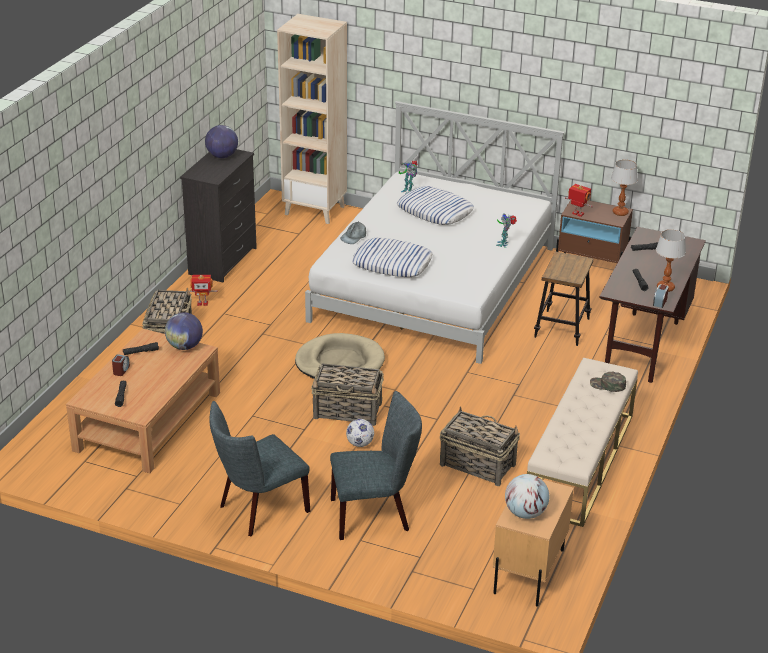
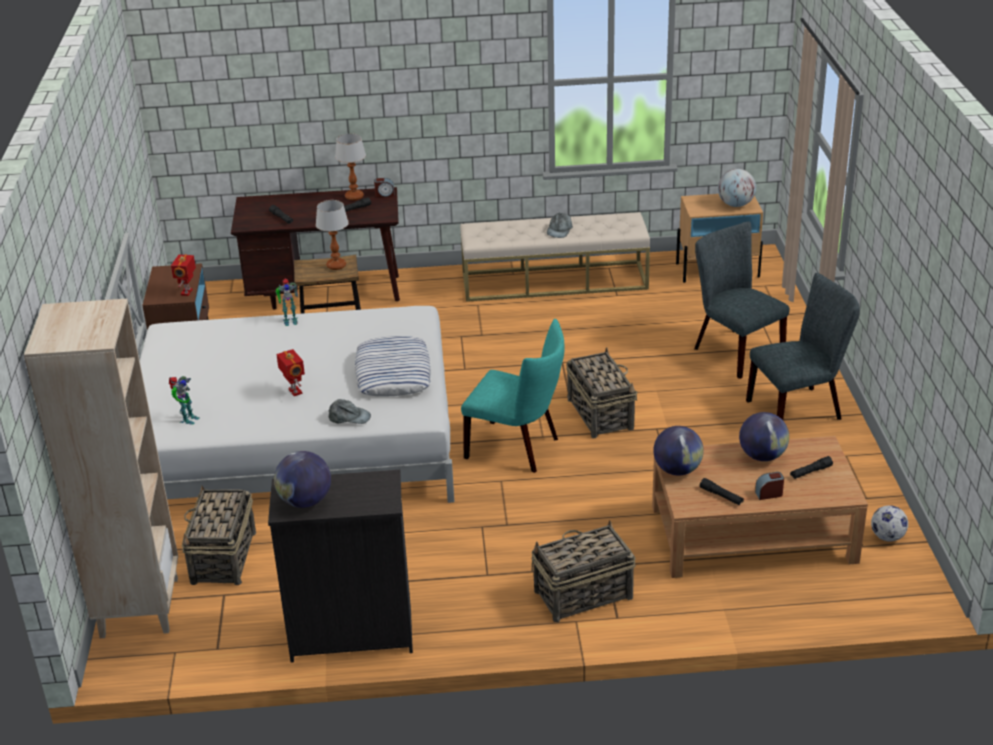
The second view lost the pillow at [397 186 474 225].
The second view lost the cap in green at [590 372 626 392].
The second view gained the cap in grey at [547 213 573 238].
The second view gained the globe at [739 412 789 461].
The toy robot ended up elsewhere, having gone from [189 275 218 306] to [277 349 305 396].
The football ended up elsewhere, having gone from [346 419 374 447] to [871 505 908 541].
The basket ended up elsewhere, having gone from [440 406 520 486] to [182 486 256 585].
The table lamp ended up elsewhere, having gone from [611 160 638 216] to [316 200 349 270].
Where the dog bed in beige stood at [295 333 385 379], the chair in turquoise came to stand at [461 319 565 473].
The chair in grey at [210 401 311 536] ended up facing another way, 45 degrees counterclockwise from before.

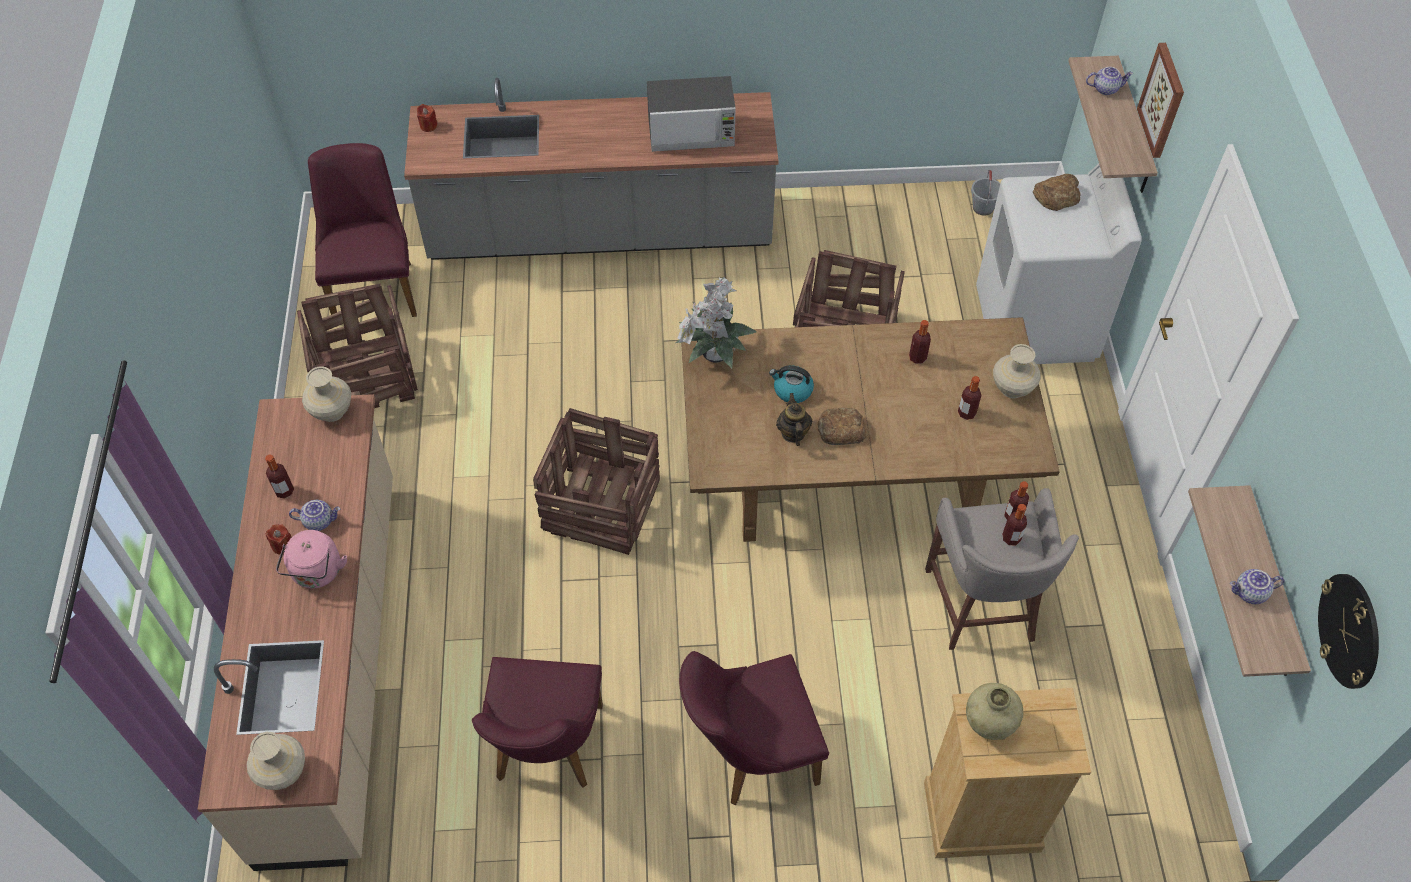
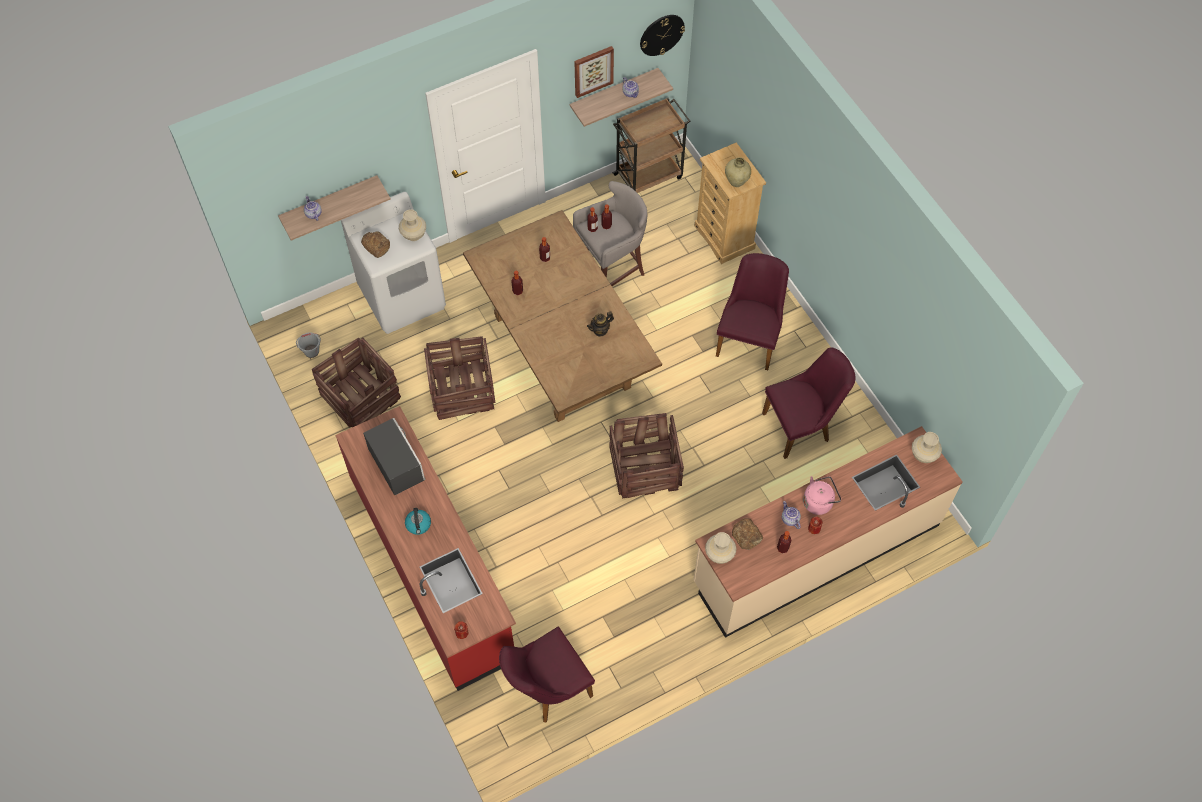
The second view lost the potted plant at [676 277 757 368].
The second view gained the cart in brown at [612 98 690 193].
The crate ended up elsewhere, having gone from [297 283 418 408] to [312 338 401 428].
The kettle ended up elsewhere, having gone from [769 365 814 403] to [405 508 431 535].
The bread ended up elsewhere, having gone from [818 408 868 445] to [732 518 763 550].
The vase in beige ended up elsewhere, having gone from [993 344 1041 398] to [399 209 426 241].
The picture ended up elsewhere, having gone from [1137 43 1184 158] to [574 46 614 98].
What was the counter in grey at [404 78 779 260] turned into the counter in red at [335 406 516 691].
The chair in purple at [679 651 829 805] ended up facing another way, 120 degrees counterclockwise from before.

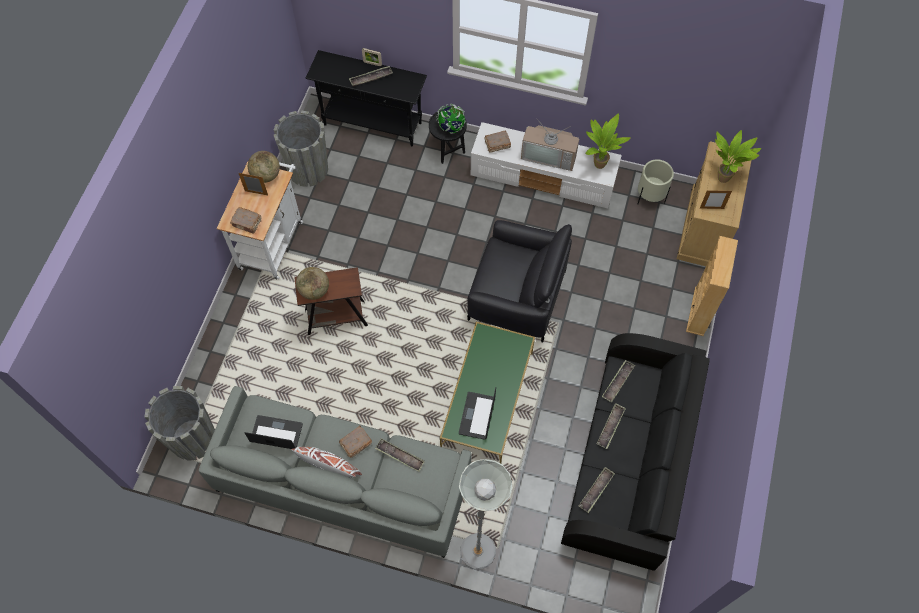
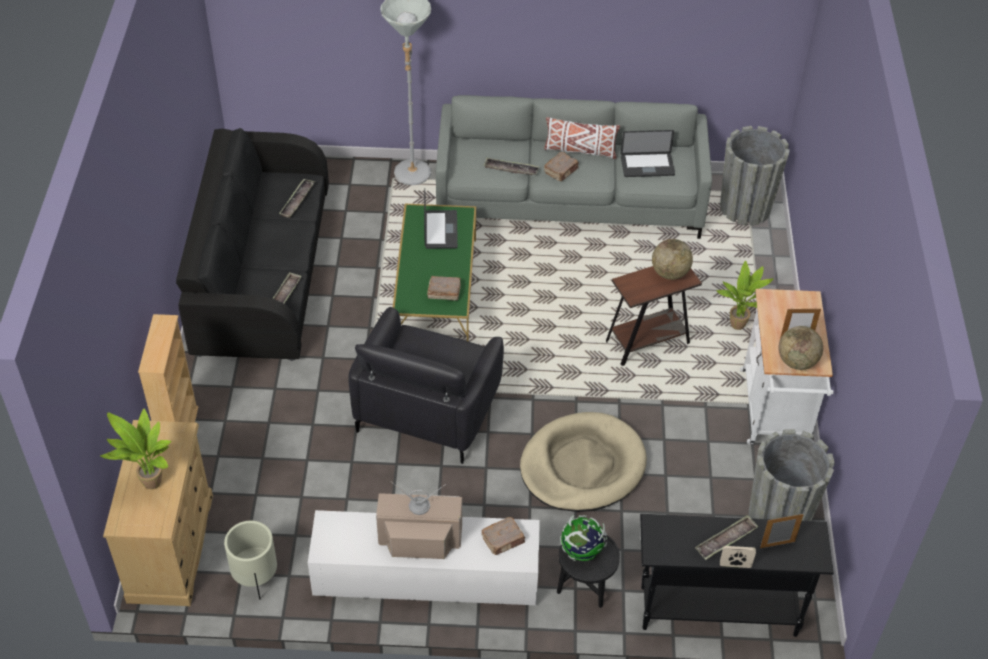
The second view lost the tray at [597 403 626 449].
The second view gained the dog bed in beige at [520 412 647 512].
The book in brown ended up elsewhere, having gone from [230 207 261 234] to [427 276 461 301].
The potted plant ended up elsewhere, having gone from [585 114 631 169] to [716 261 774 330].
The picture frame ended up elsewhere, having gone from [700 190 732 209] to [760 514 804 548].
The armchair in black at [467 220 572 343] ended up facing another way, 75 degrees counterclockwise from before.

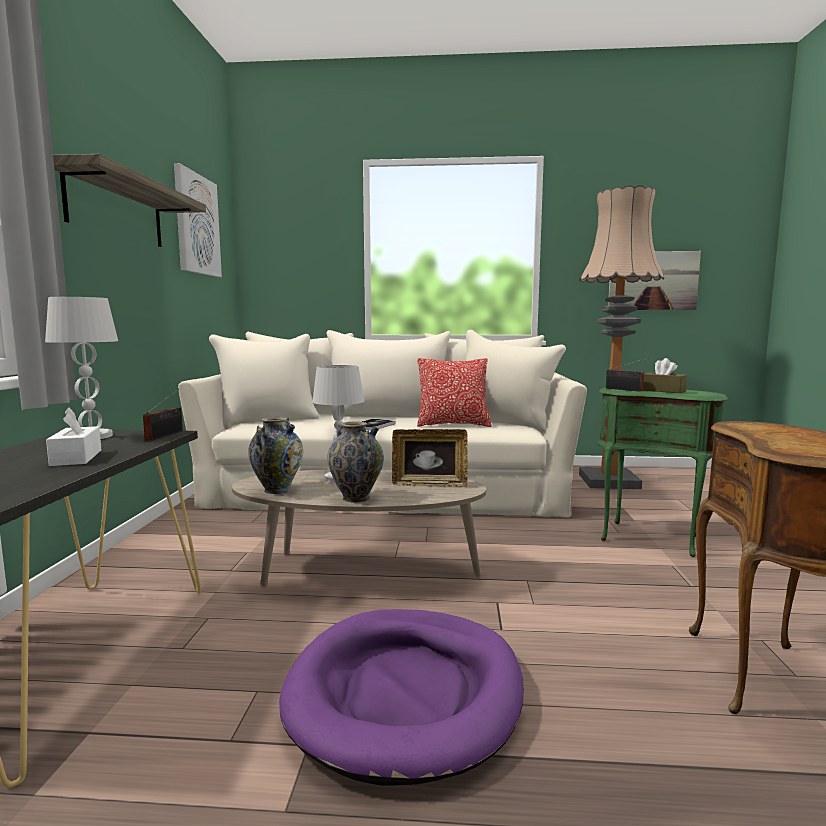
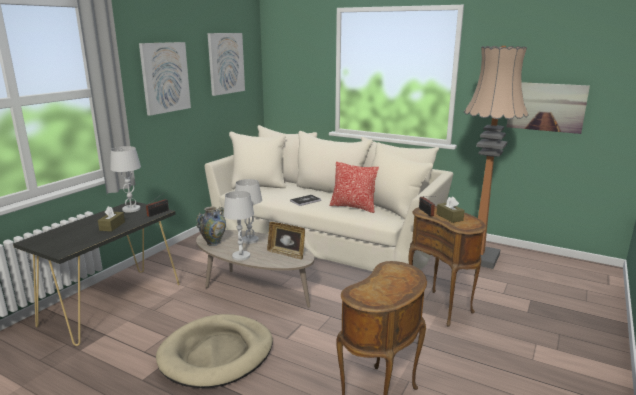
Where the shelf hung at [53 154 206 247], the picture came to hang at [139 42 191 116].
Where the vase stood at [327 421 384 503], the table lamp in white came to stand at [223 191 254 261].
What was the tissue box in white at [46 408 101 466] turned into the tissue box in brown at [98 206 125 232].
What was the dog bed in purple at [279 609 524 786] turned into the dog bed in beige at [156 314 273 388].
What was the side table in green at [597 388 728 557] turned into the side table in brown at [408 206 487 327].

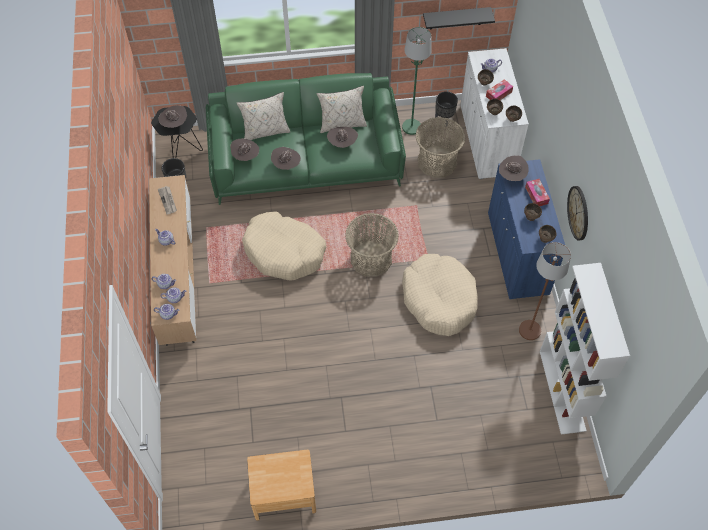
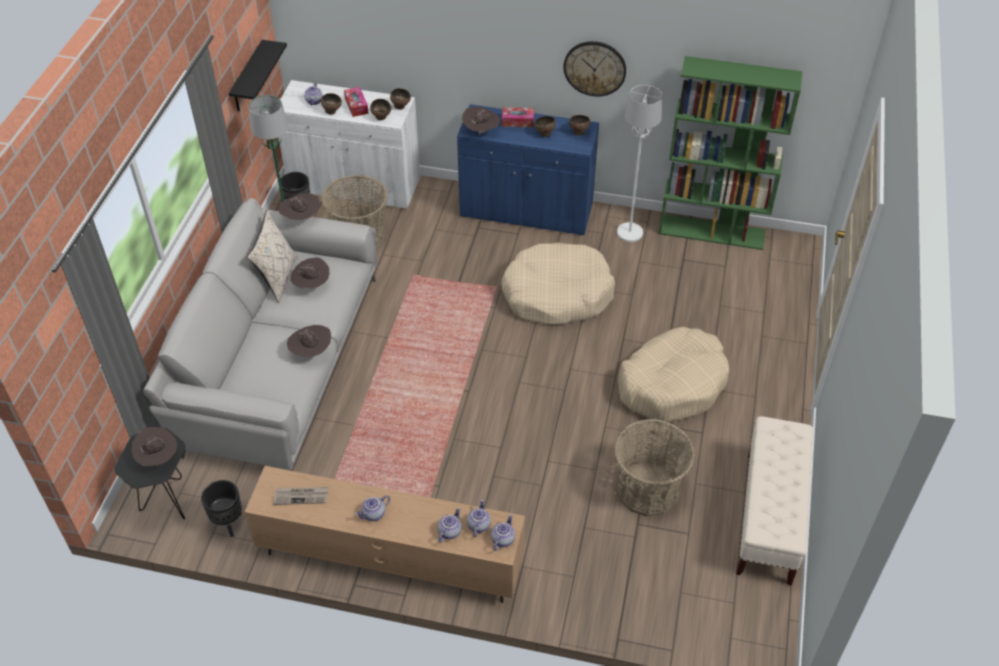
The second view lost the pillow in beige at [237 92 290 140].
The hat in brown ended up elsewhere, having gone from [230 138 259 161] to [279 193 320 220].
The dog bed in beige ended up elsewhere, having gone from [242 212 326 281] to [618 327 729 422].
The basket ended up elsewhere, having gone from [345 213 399 277] to [614 419 695 517].
Where the nightstand in brown stood at [247 450 316 521], the bench in beige came to stand at [736 416 814 585].
What was the sofa in green at [206 73 406 205] turned into the sofa in grey at [143 198 378 471].
What was the floor lamp in brown at [519 242 571 340] turned into the floor lamp in white at [617 84 662 242].
What was the bookcase in white at [540 263 630 435] turned into the bookcase in green at [659 56 802 250].

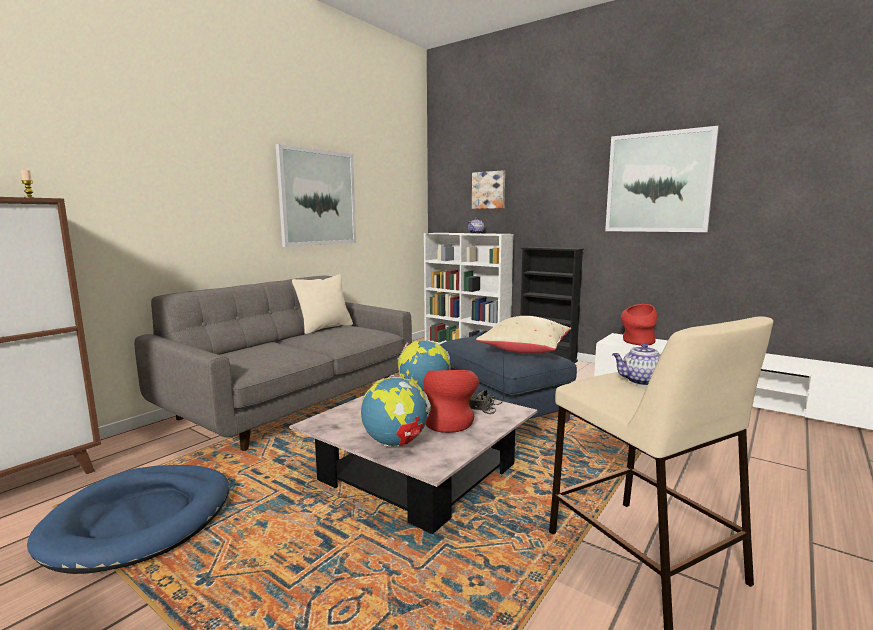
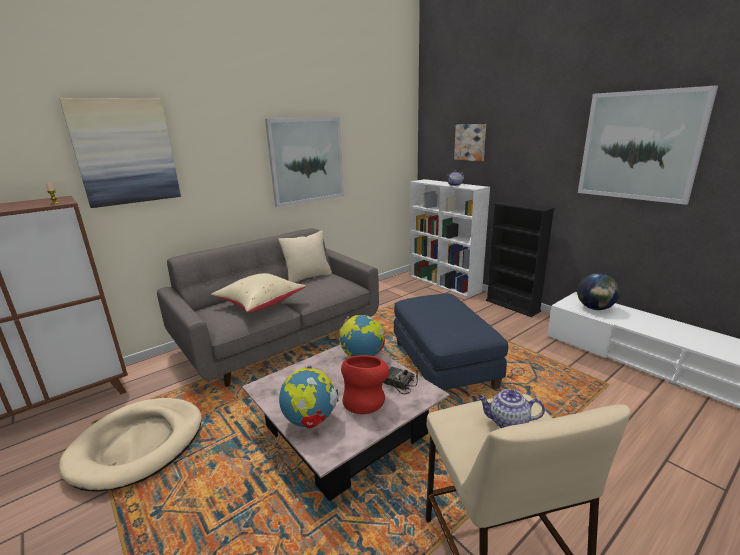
The second view gained the picture at [59 98 181 208].
The pillow in beige ended up elsewhere, having gone from [476 316 571 354] to [211 273 306 313].
Where the vase in red stood at [621 304 657 345], the globe came to stand at [577 273 619 310].
What was the dog bed in blue at [27 465 229 574] turned into the dog bed in beige at [59 398 202 492].

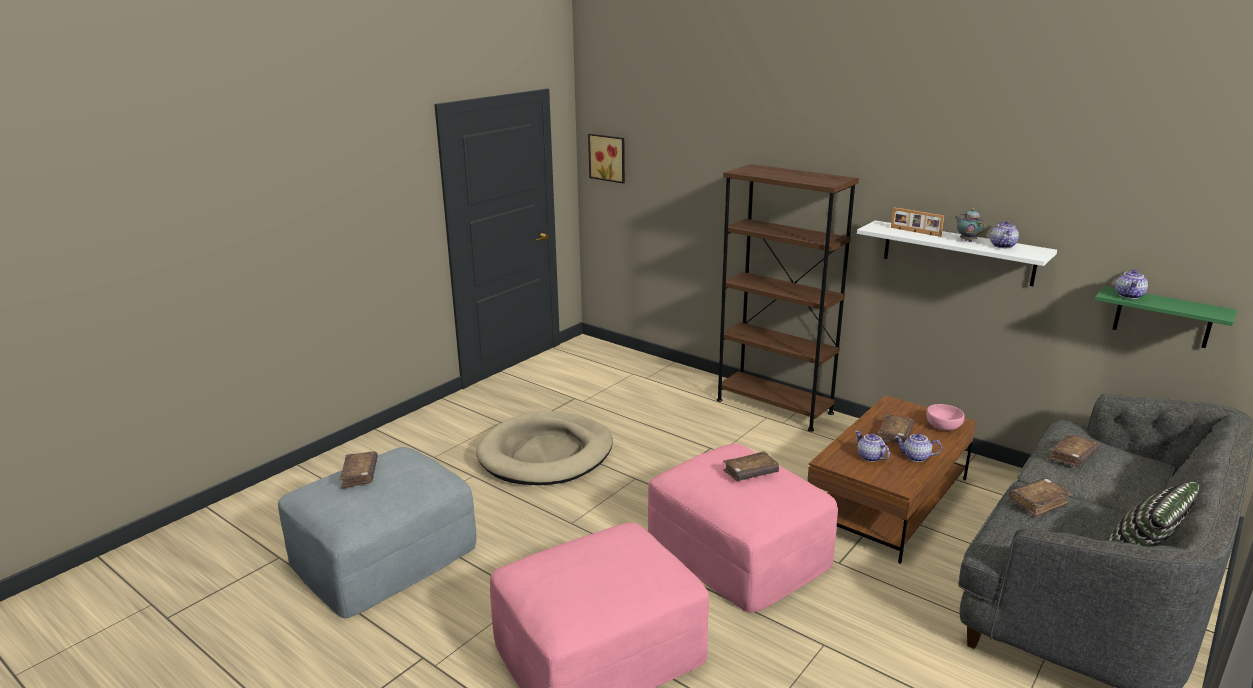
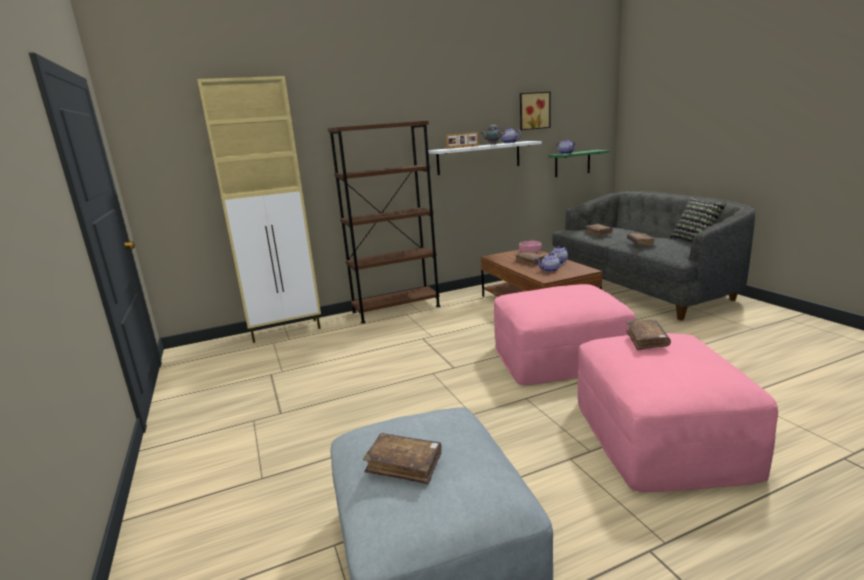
The second view lost the dog bed in beige at [476 411 613 485].
The second view gained the cabinet in beige at [197 76 321 343].
The picture ended up elsewhere, having gone from [588 134 625 183] to [520 91 551 130].
The book in brown ended up elsewhere, having gone from [723 451 779 481] to [626 320 671 350].

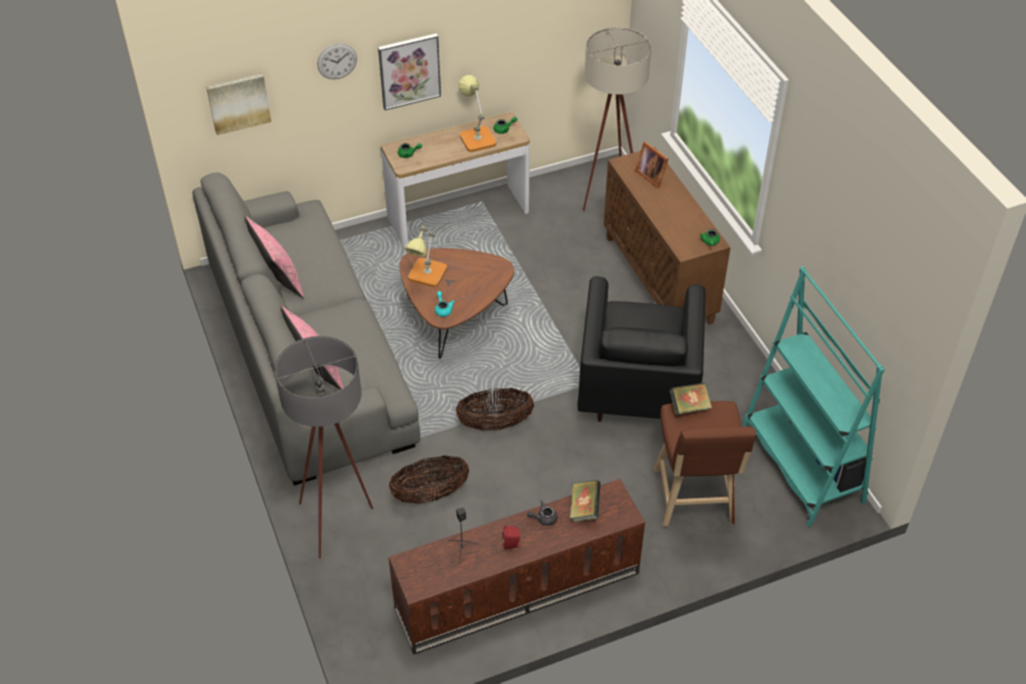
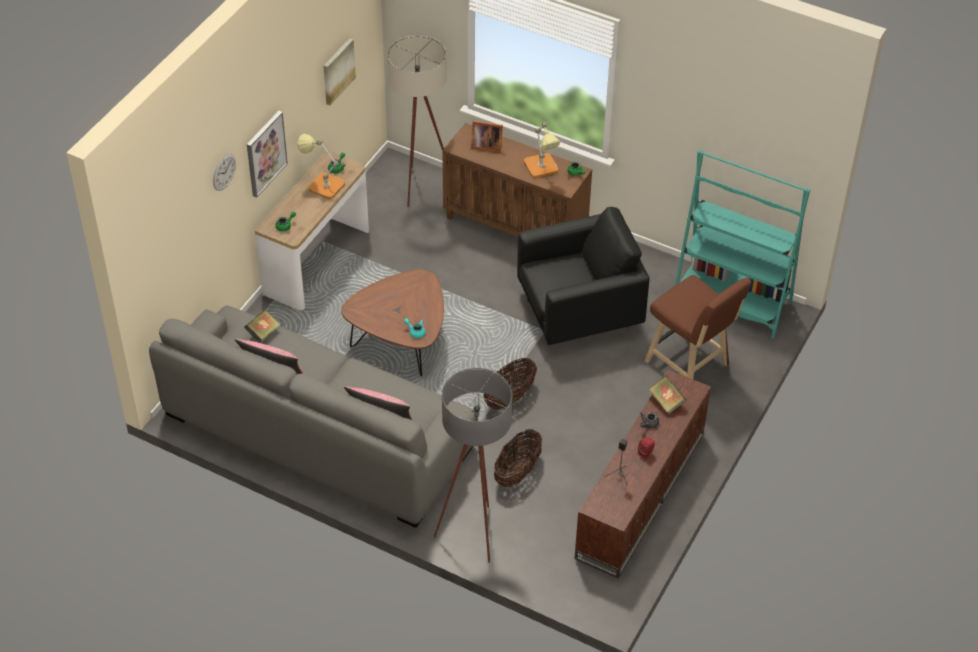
The picture ended up elsewhere, having gone from [206 74 271 135] to [324 38 356 105].
The table lamp ended up elsewhere, having gone from [405 226 447 287] to [524 123 560 178].
The book ended up elsewhere, having gone from [669 383 712 415] to [244 310 280 343].
The armchair in black at [577 276 706 422] ended up facing another way, 75 degrees counterclockwise from before.

